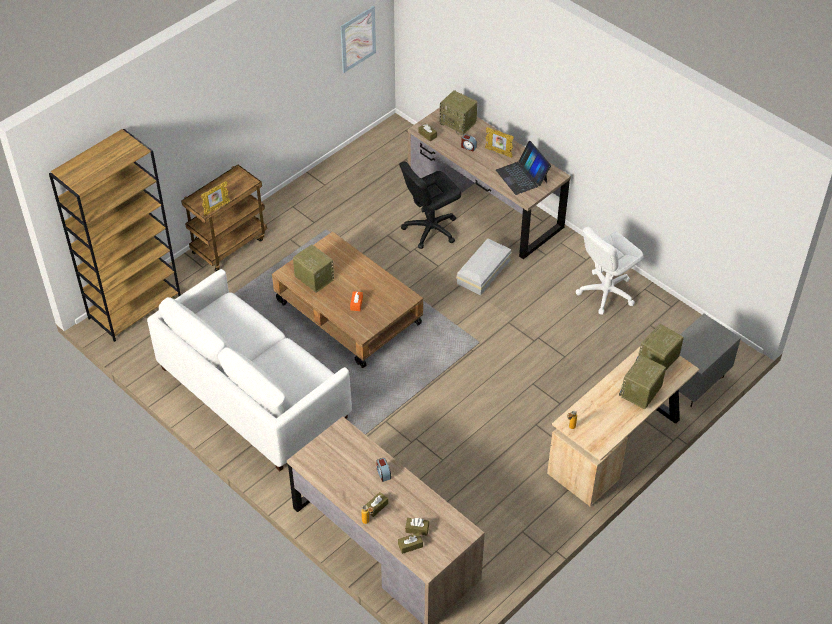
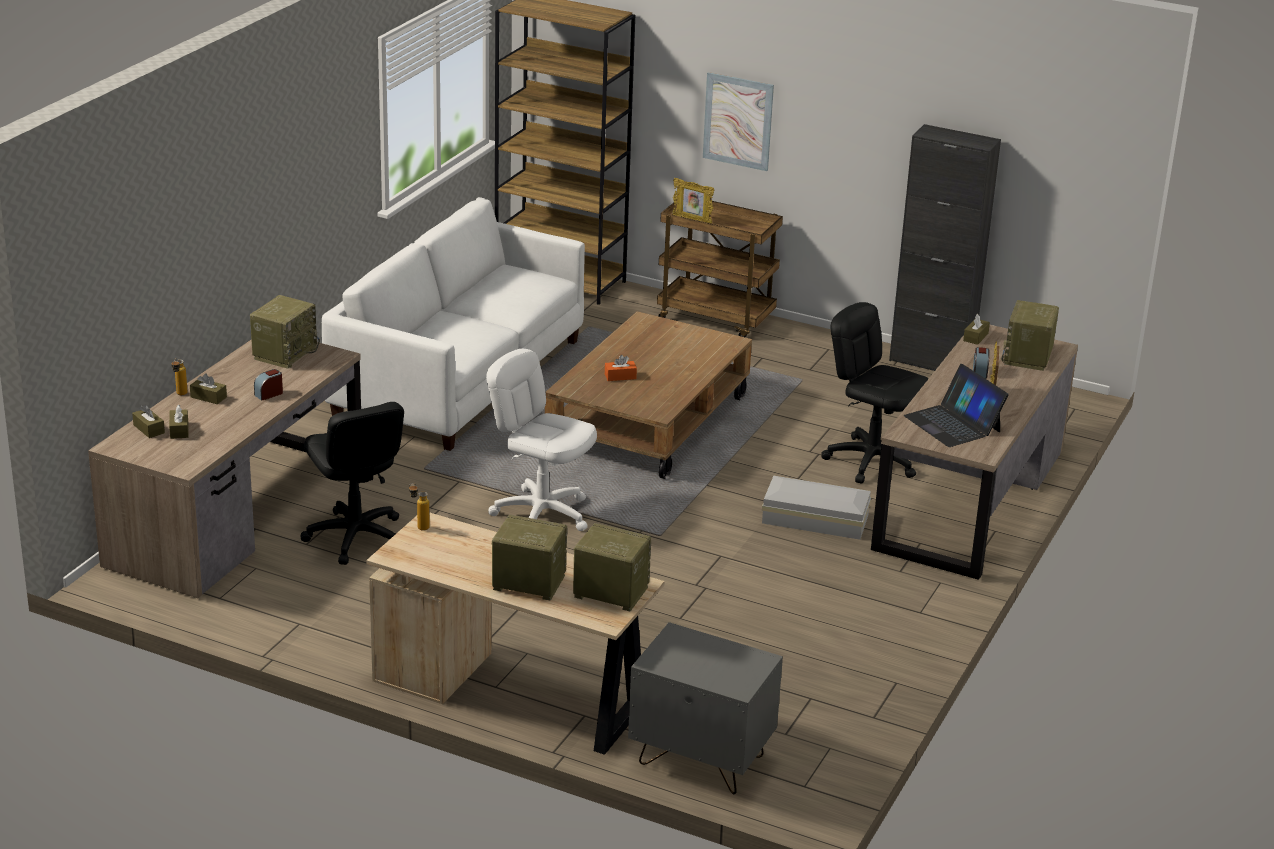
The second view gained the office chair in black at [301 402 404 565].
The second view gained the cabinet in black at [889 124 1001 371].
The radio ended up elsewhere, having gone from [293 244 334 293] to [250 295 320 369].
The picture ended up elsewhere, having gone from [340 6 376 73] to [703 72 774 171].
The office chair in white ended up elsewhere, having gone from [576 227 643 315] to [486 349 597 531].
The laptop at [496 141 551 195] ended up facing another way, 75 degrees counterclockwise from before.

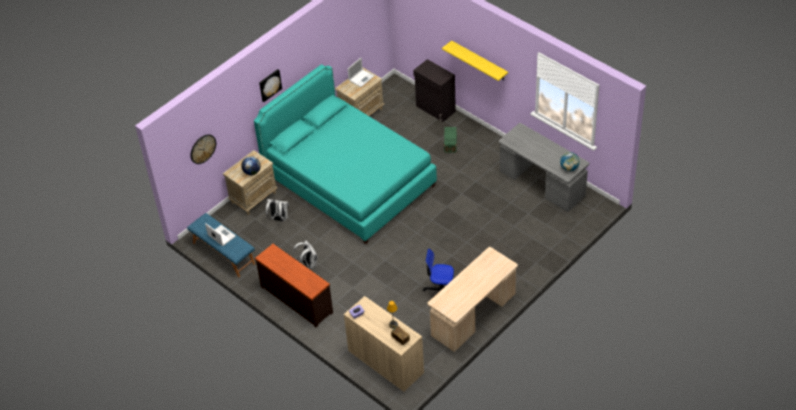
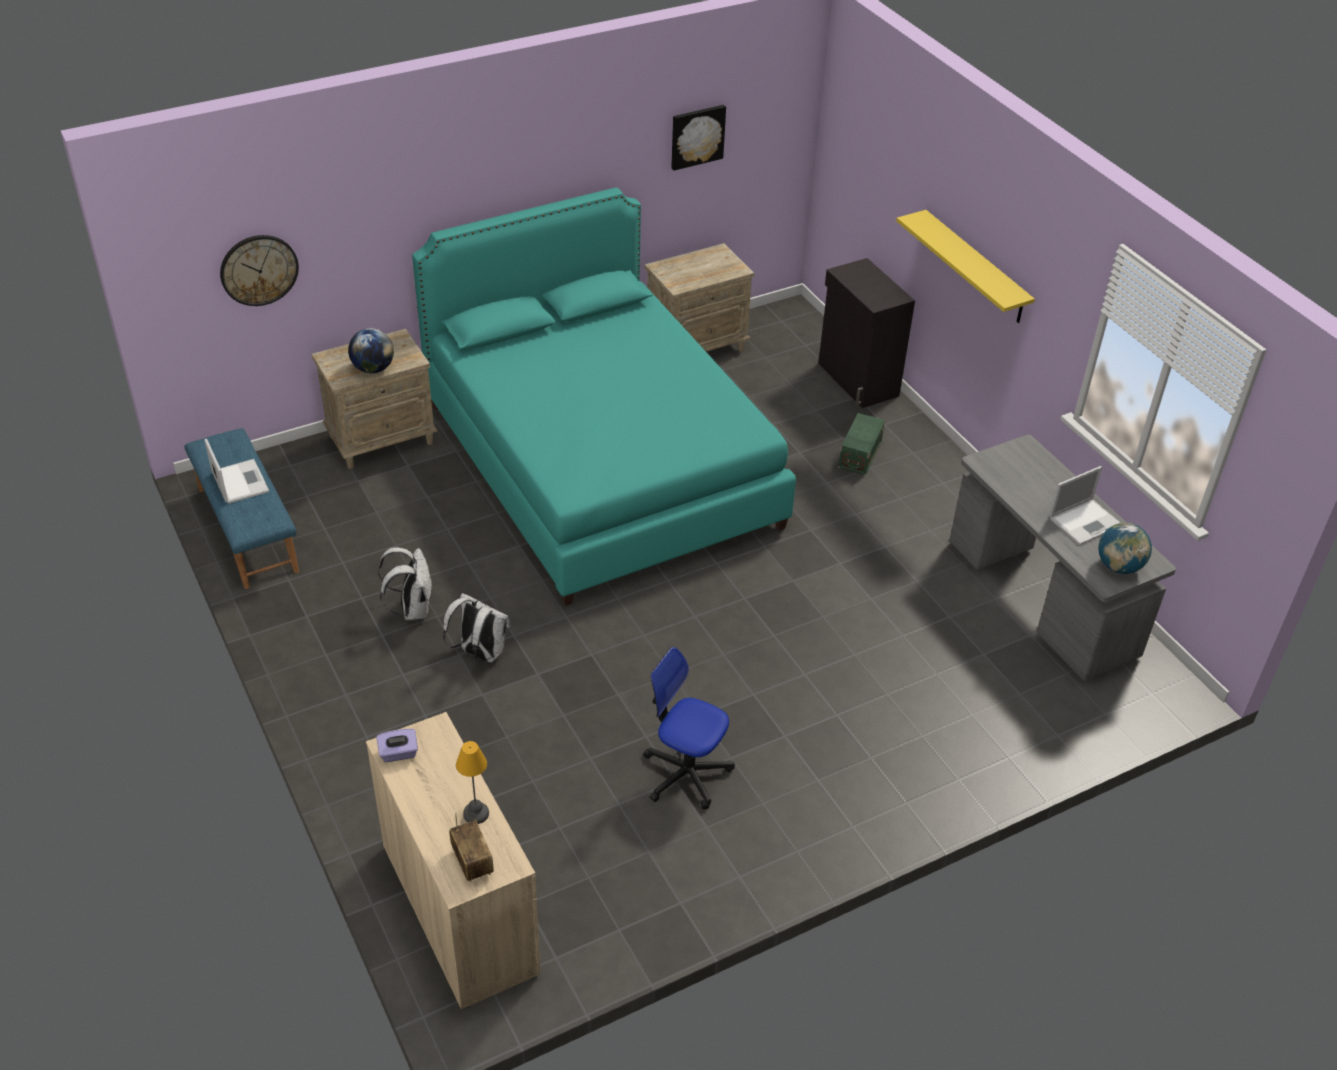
The second view lost the dresser in brown at [255 244 333 327].
The second view lost the desk in beige at [427 247 518 352].
The picture ended up elsewhere, having gone from [259 69 282 102] to [671 105 726 171].
The backpack in white ended up elsewhere, having gone from [266 199 289 221] to [443 593 511 662].
The laptop ended up elsewhere, having gone from [348 58 374 87] to [1049 466 1120 545].

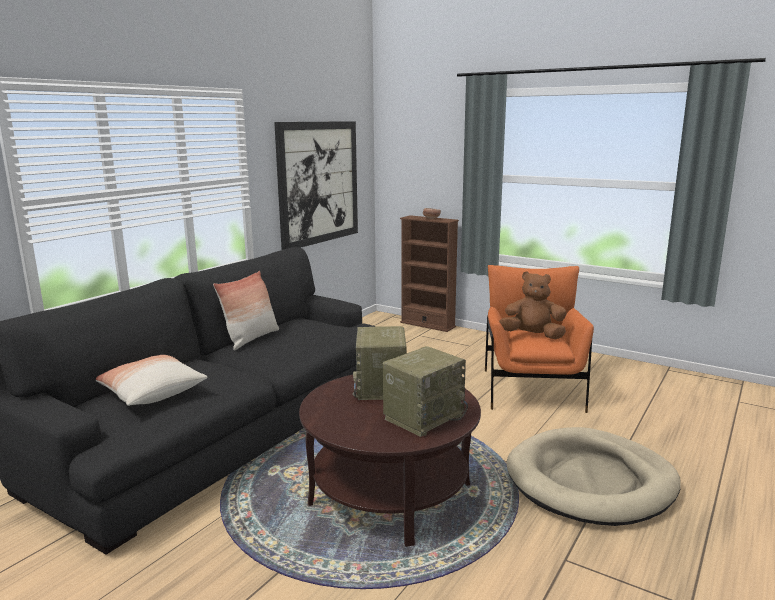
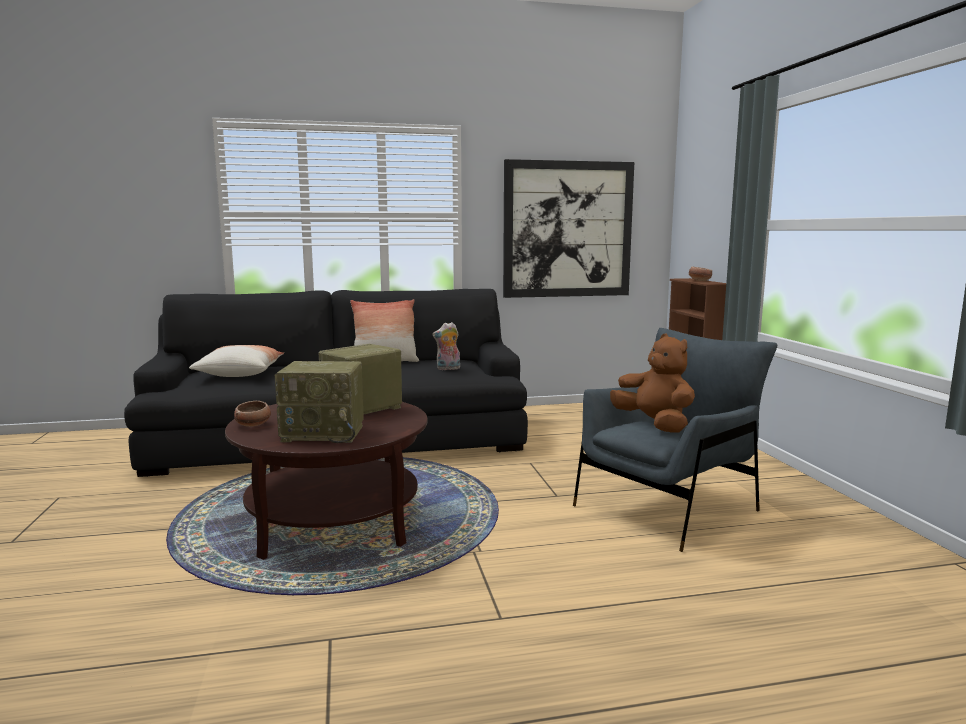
The second view lost the dog bed in beige at [506 427 681 526].
The second view gained the bowl at [234 401 271 427].
The second view gained the plush toy at [432 322 460 370].
What was the armchair in orange at [485 265 594 413] turned into the armchair in grey at [573 328 777 552].

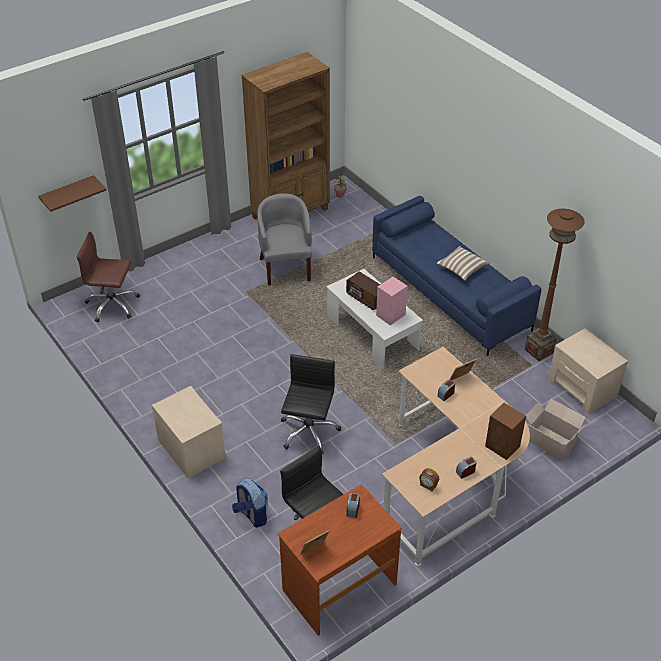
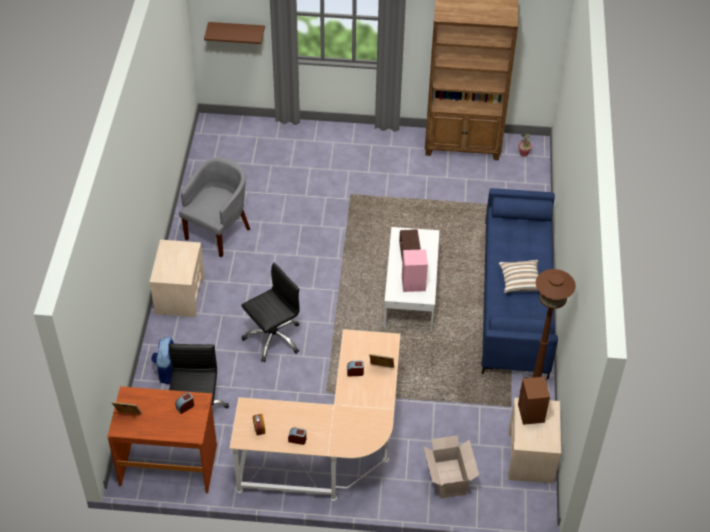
The second view lost the office chair in brown at [77 232 140 322].
The armchair in grey ended up elsewhere, having gone from [257 193 312 286] to [179 157 250 257].
The speaker in brown ended up elsewhere, having gone from [485 403 526 460] to [518 377 550 425].

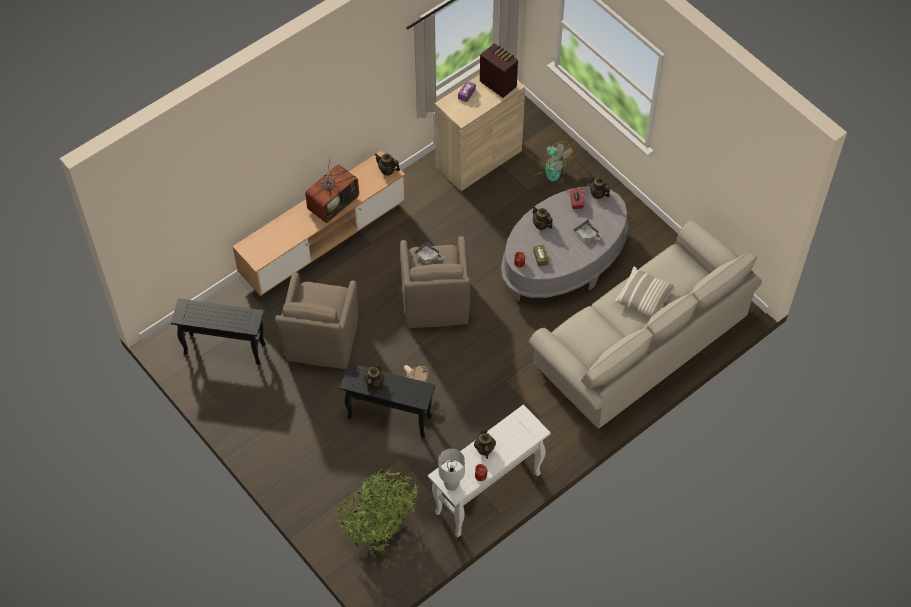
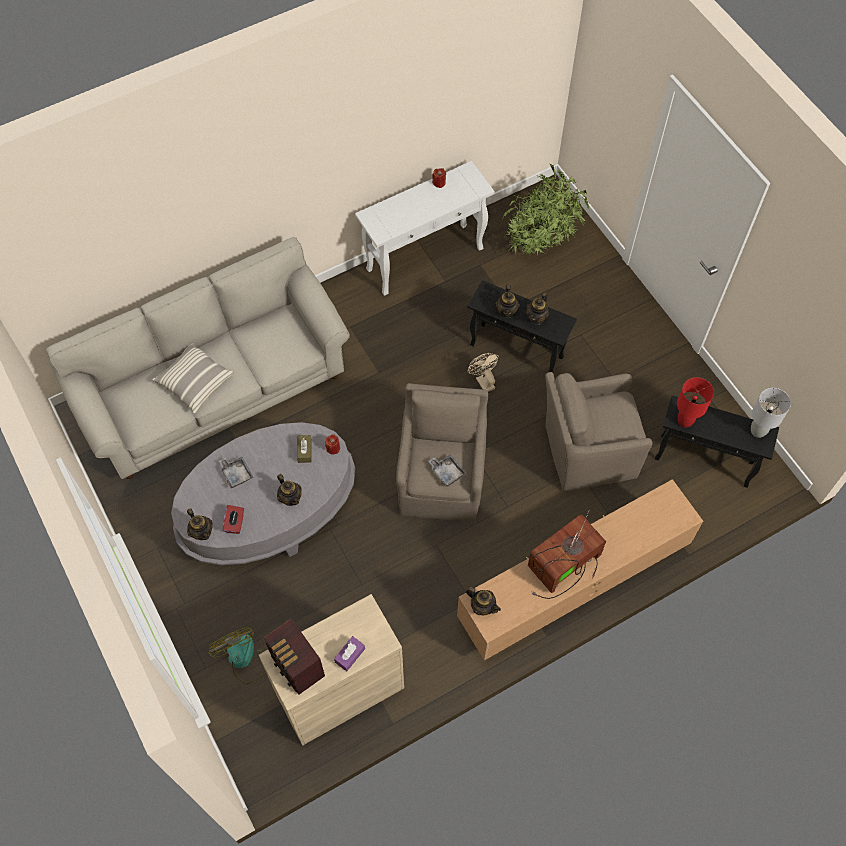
The second view gained the table lamp in red at [677 377 714 428].
The table lamp in grey ended up elsewhere, having gone from [438 449 465 491] to [751 388 791 438].
The teapot ended up elsewhere, having gone from [474 426 496 459] to [495 284 520 318].
The armchair in brown at [275 273 358 369] ended up facing another way, 120 degrees counterclockwise from before.

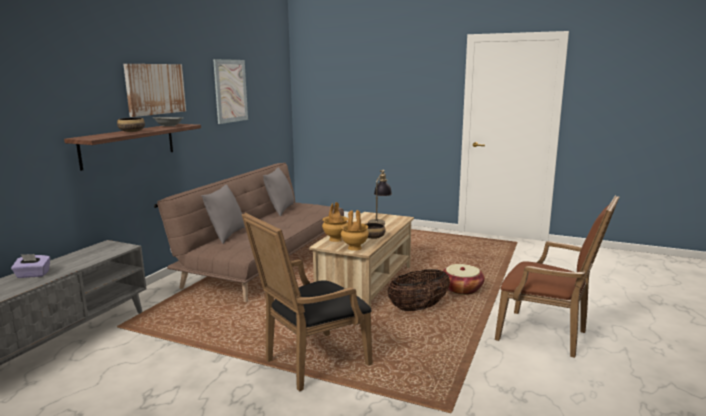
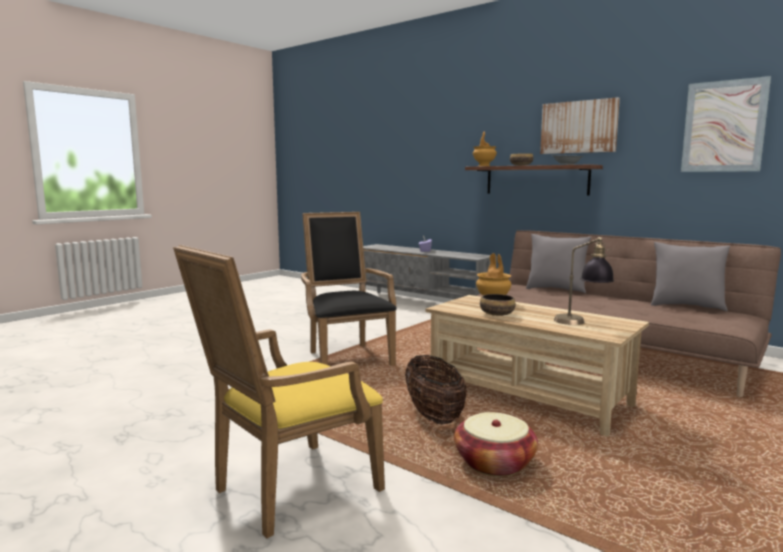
The vase in brown ended up elsewhere, having gone from [341 210 369 251] to [473 132 497 166].
What was the armchair in brown at [495 195 619 358] turned into the armchair in yellow at [173 245 385 538].

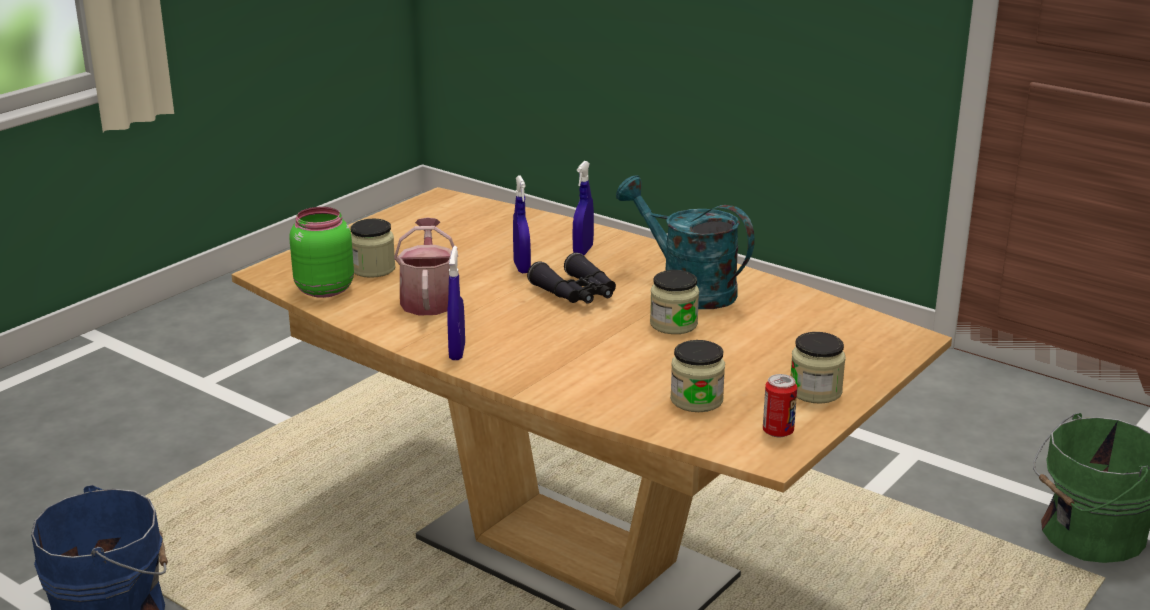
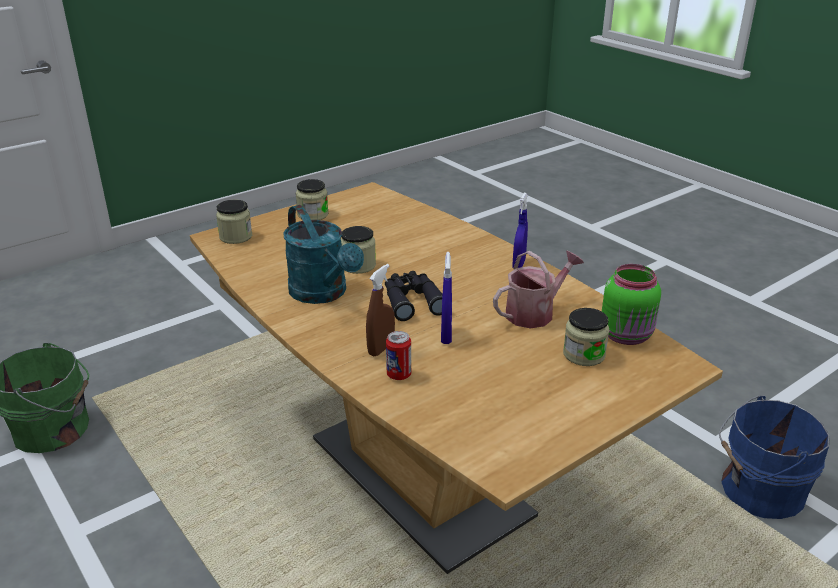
The jar ended up elsewhere, having gone from [670 340 725 412] to [216 200 252 244].
The can ended up elsewhere, having gone from [763 374 797 437] to [386 331 411 380].
What was the spray bottle in blue at [572 161 594 255] turned into the spray bottle in brown at [366 264 395 356].
The watering can at [394 218 454 316] ended up facing another way, 135 degrees counterclockwise from before.

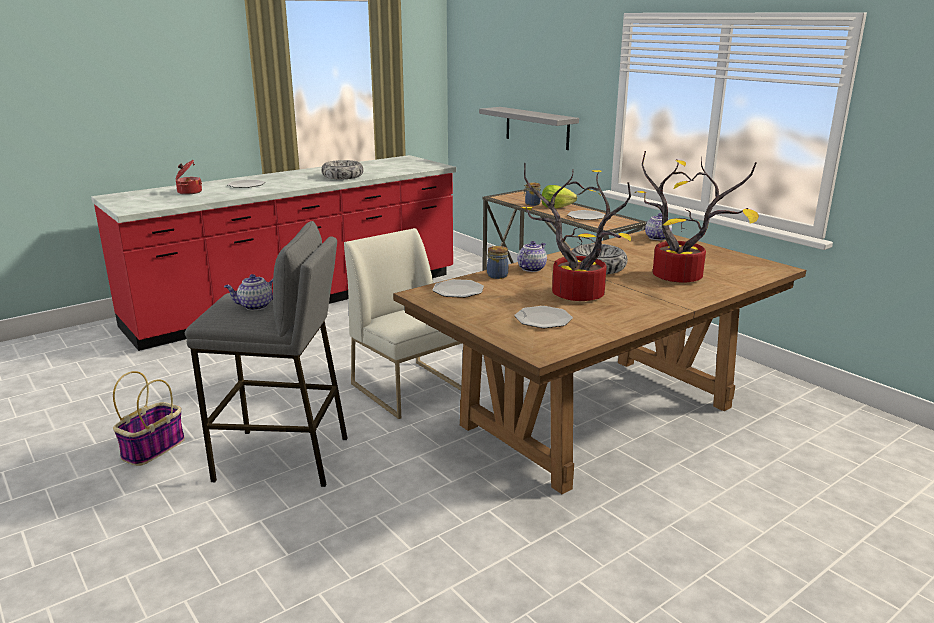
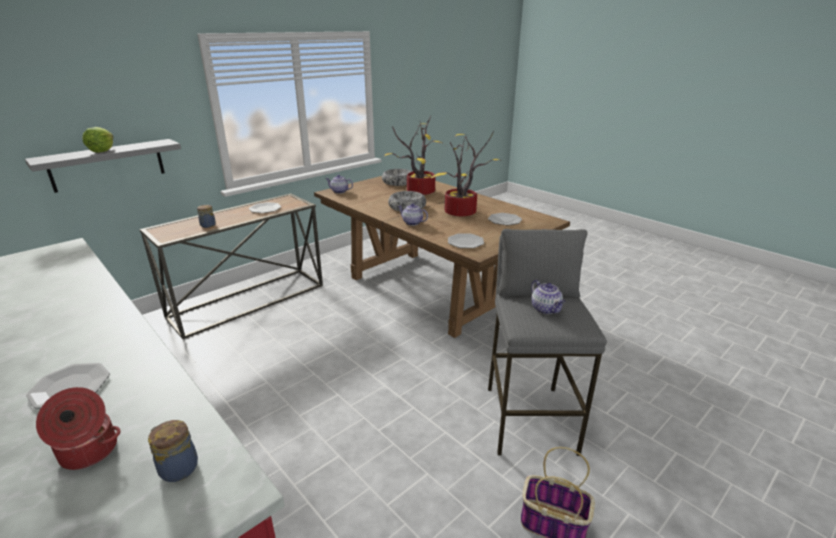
The second view lost the chair in white at [344 228 462 419].
The bowl ended up elsewhere, having gone from [321 160 364 179] to [382 169 412 186].
The jar ended up elsewhere, having gone from [487 246 508 279] to [148 420 198 482].
The lettuce ended up elsewhere, having gone from [542 185 577 208] to [82 127 113 153].

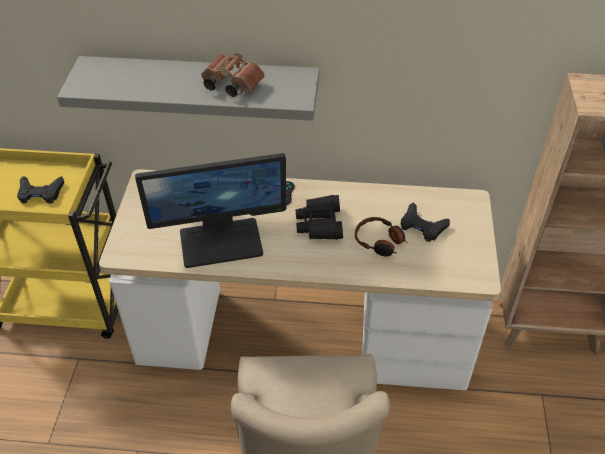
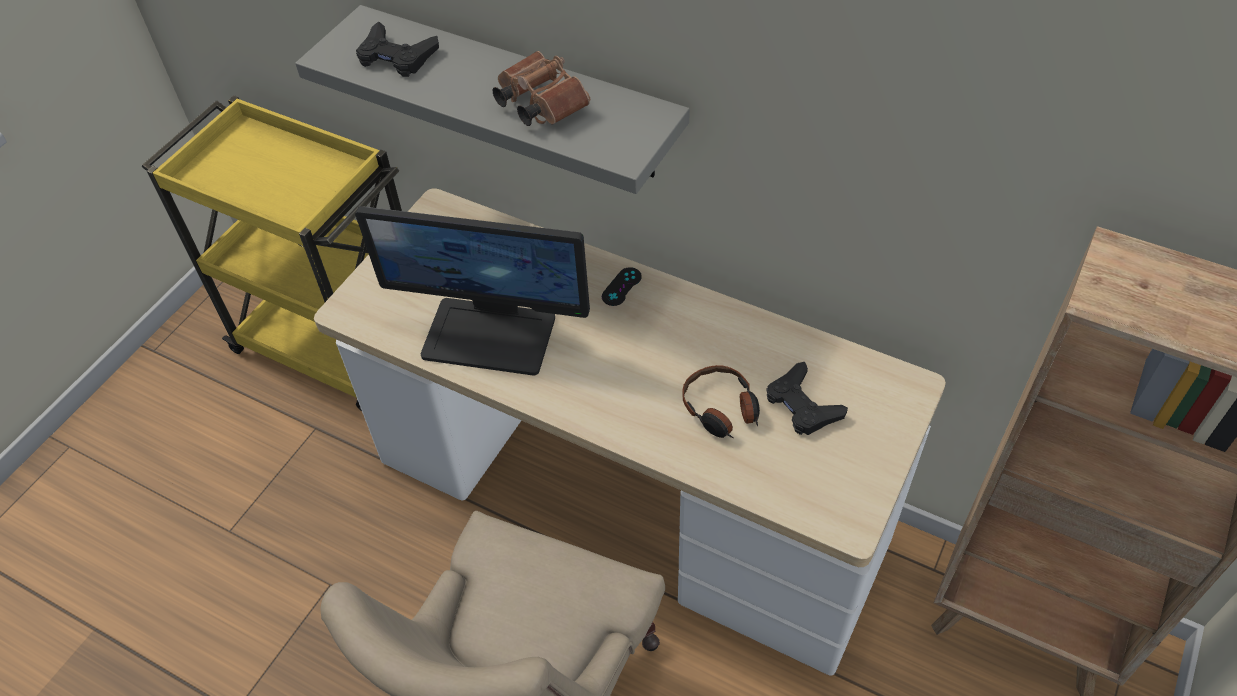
The second view lost the binoculars in black at [296 195 343 240].
The game controller in black ended up elsewhere, having gone from [17 176 65 204] to [356 21 439 77].

